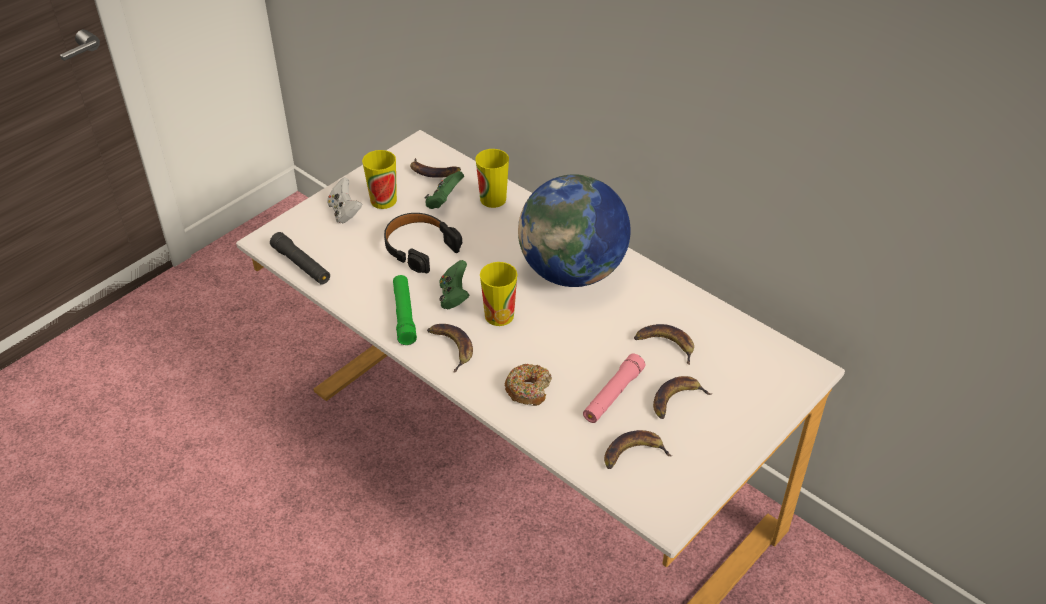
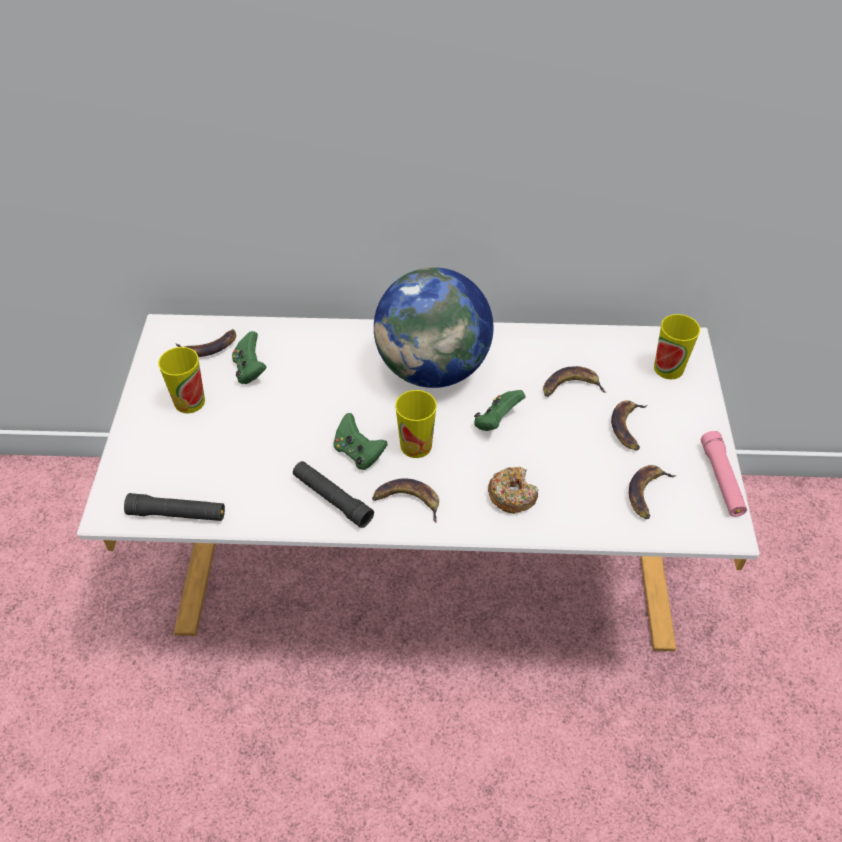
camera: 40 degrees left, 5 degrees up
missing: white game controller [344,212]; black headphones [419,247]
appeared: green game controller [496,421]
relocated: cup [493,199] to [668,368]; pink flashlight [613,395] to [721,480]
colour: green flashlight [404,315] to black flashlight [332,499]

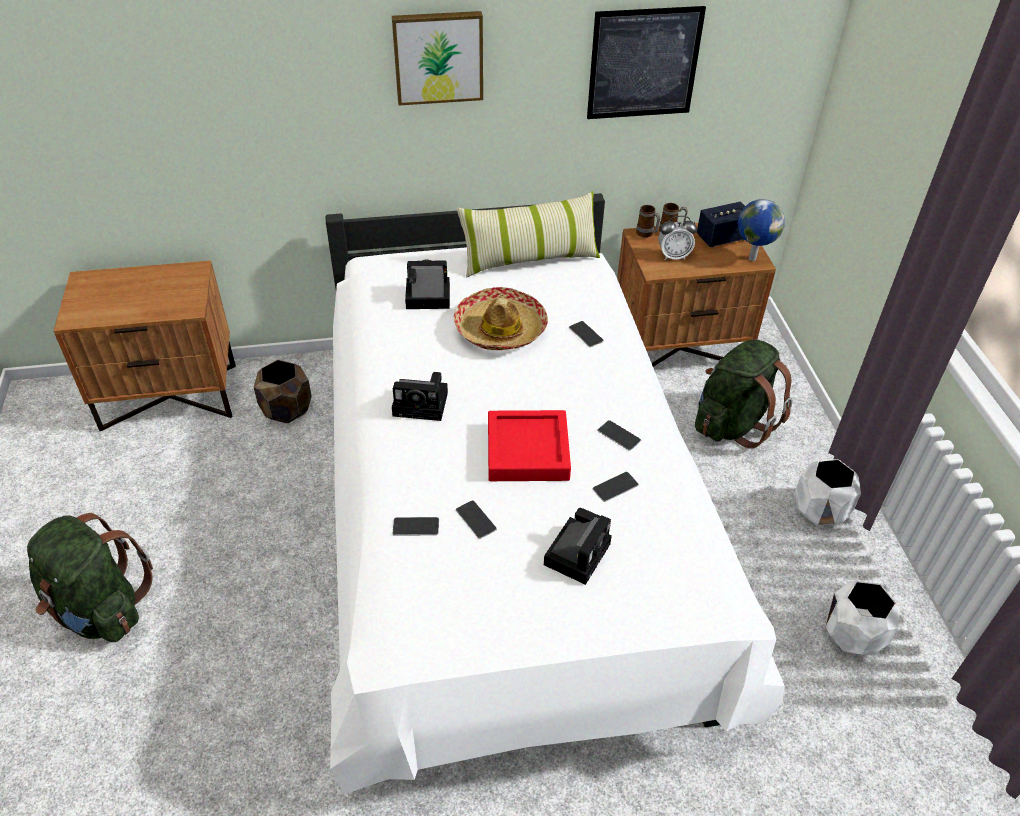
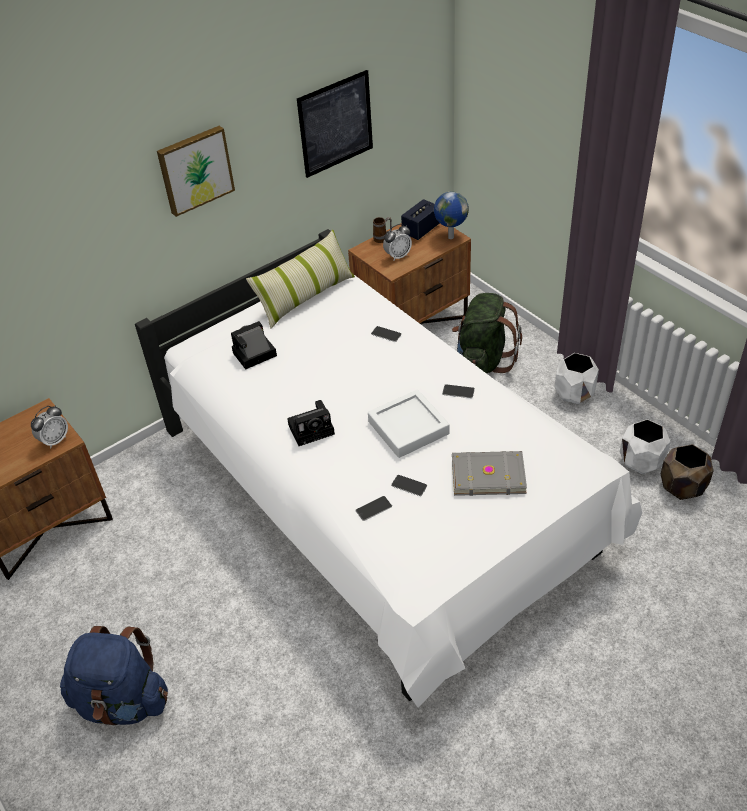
camera: 25 degrees left, 0 degrees up
missing: hat [500,329]; phone [615,487]; mug [647,235]
appeared: alarm clock [55,440]
relocated: brown planter [286,409] to [681,487]
exchanged: photo camera [578,552] to grey book [487,474]
colour: green backpack [100,609] to blue backpack [123,702]; red tray [527,451] to white tray [408,428]

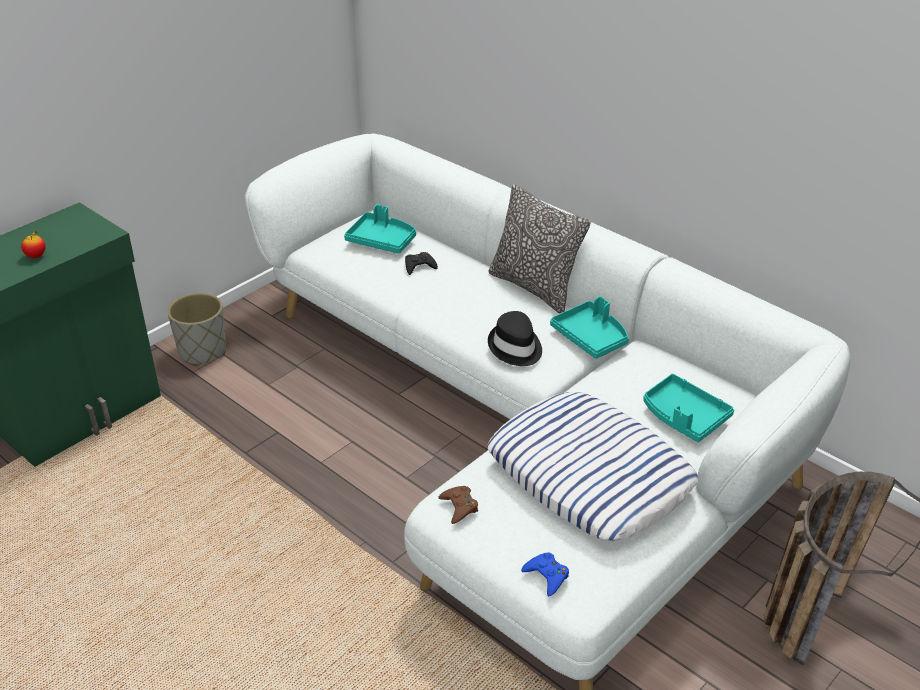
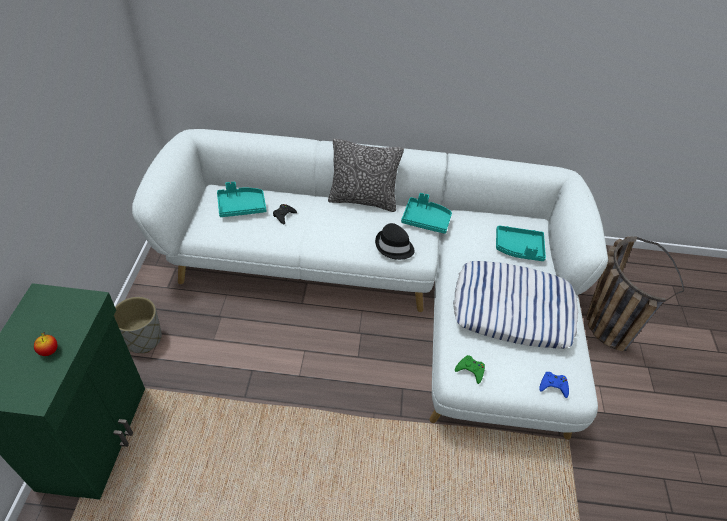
camera: 40 degrees left, 10 degrees up
colour: brown game controller [459,507] to green game controller [470,370]

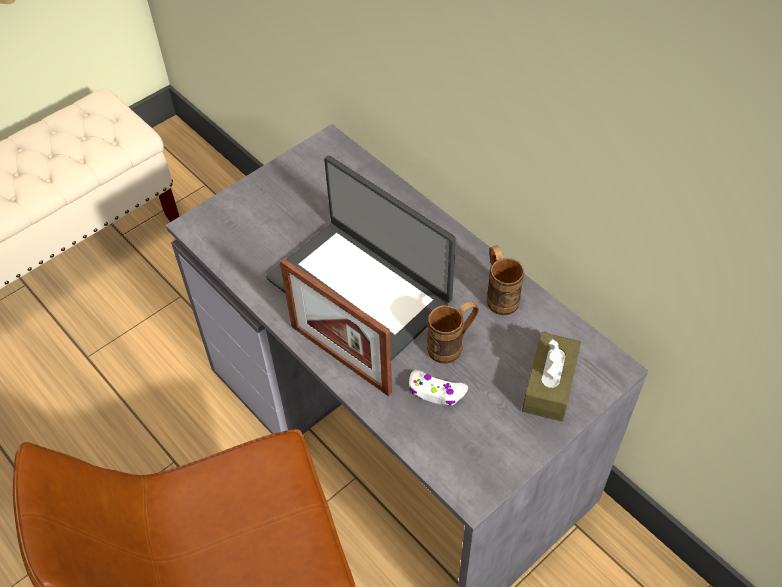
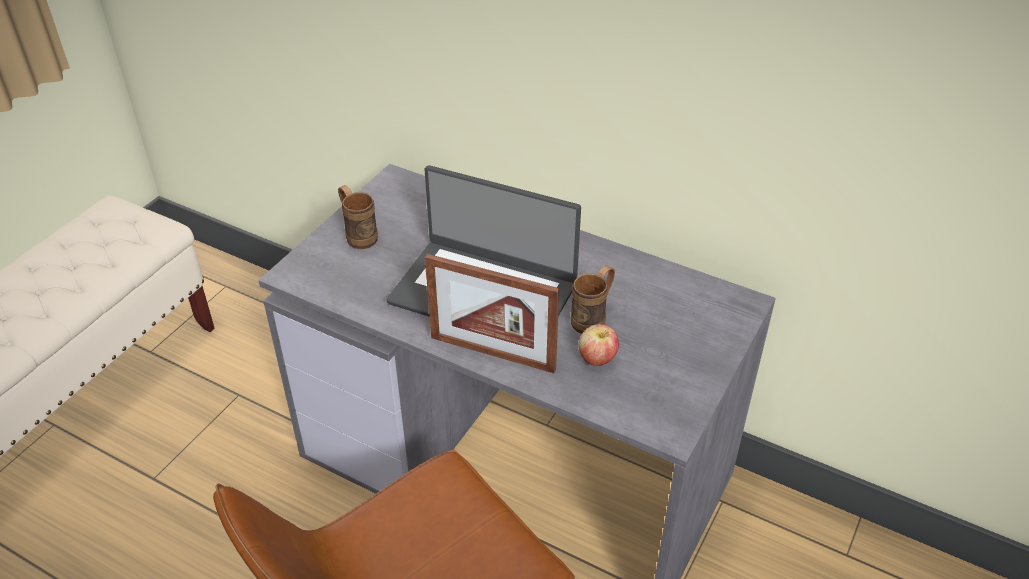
camera: 20 degrees left, 10 degrees down
missing: brown tissue box [549,385]
relocated: brown mug [499,295] to [358,235]
exchanged: white game controller [436,392] to apple [597,359]

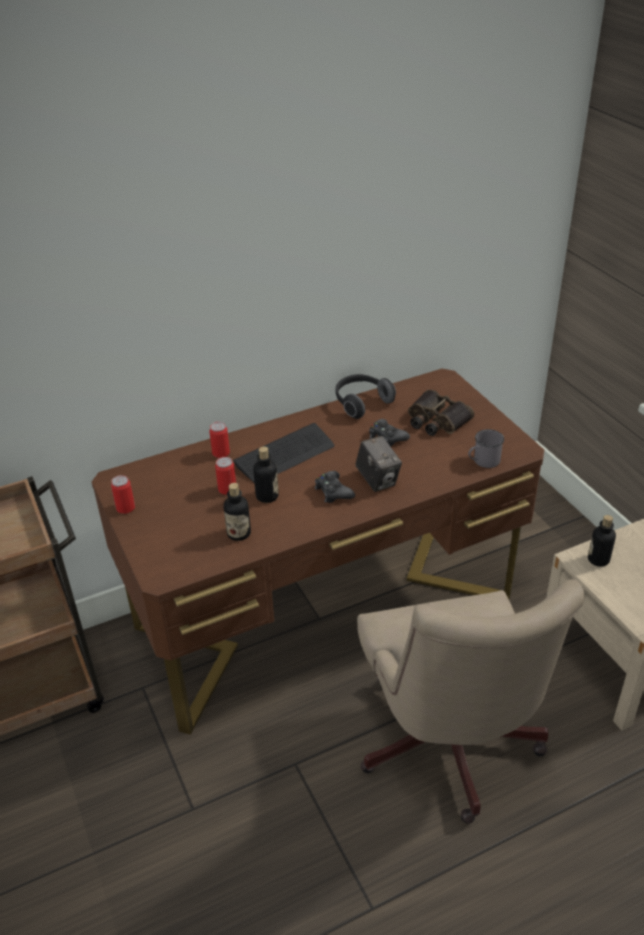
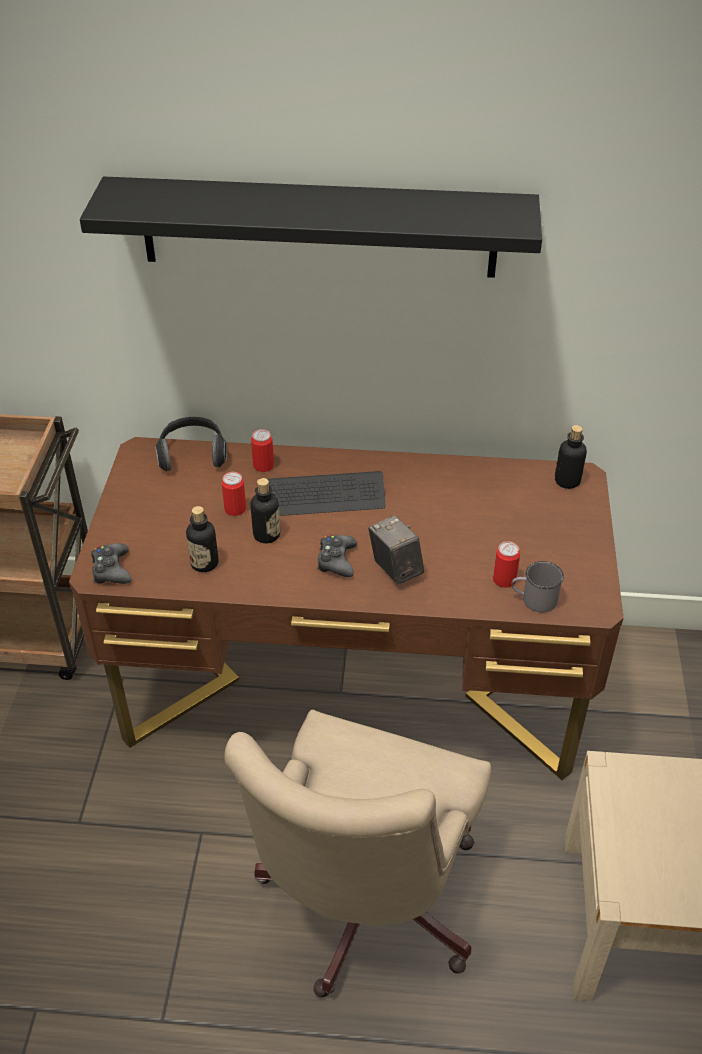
camera: 30 degrees right, 5 degrees up
missing: binoculars [436,420]
appeared: black shelf [318,227]
relocated: can [125,508] to [504,580]; headphones [361,403] to [192,454]; black game controller [387,437] to [111,570]; bottle [598,559] to [567,481]
spun: photo camera [377,480] = [395,568] 150 degrees clockwise

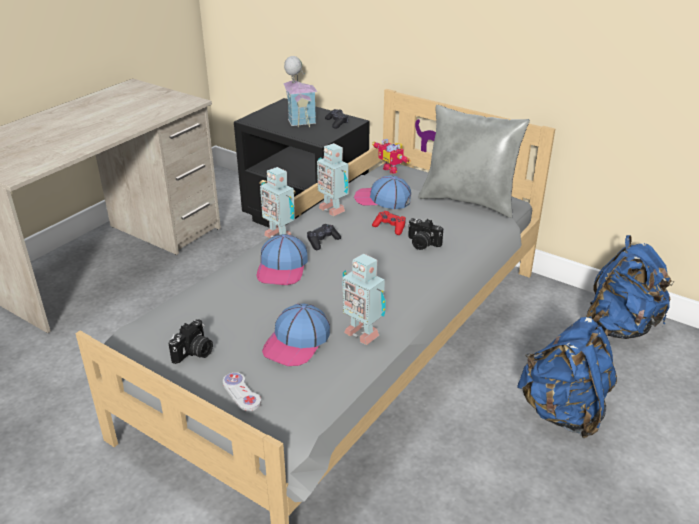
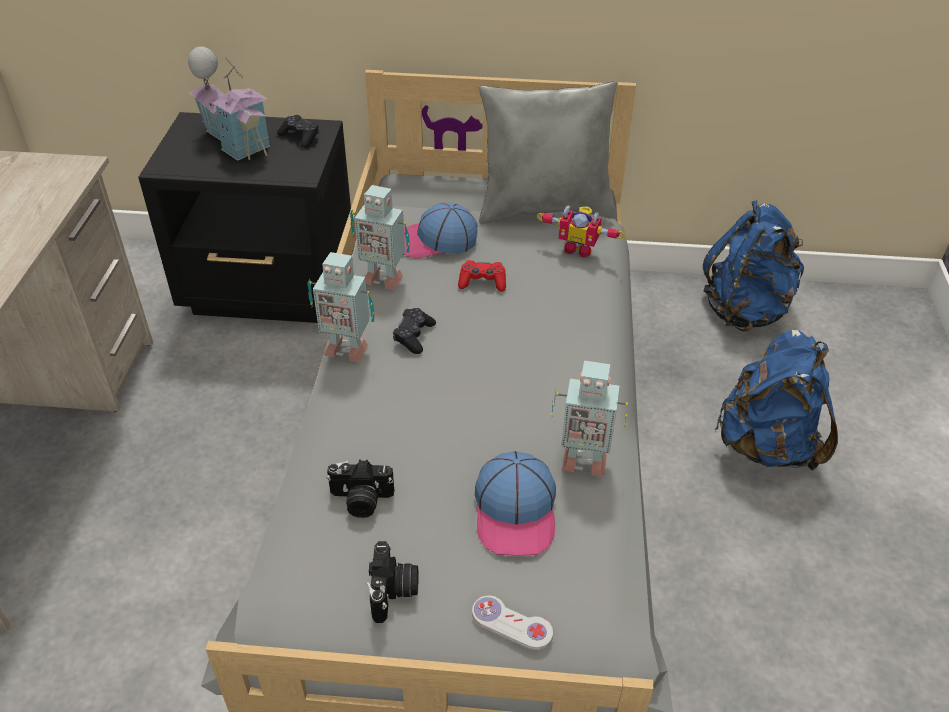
camera: 30 degrees left, 10 degrees up
missing: cap [282,268]
relocated: toy robot [392,169] to [579,248]; photo camera [422,244] to [361,500]

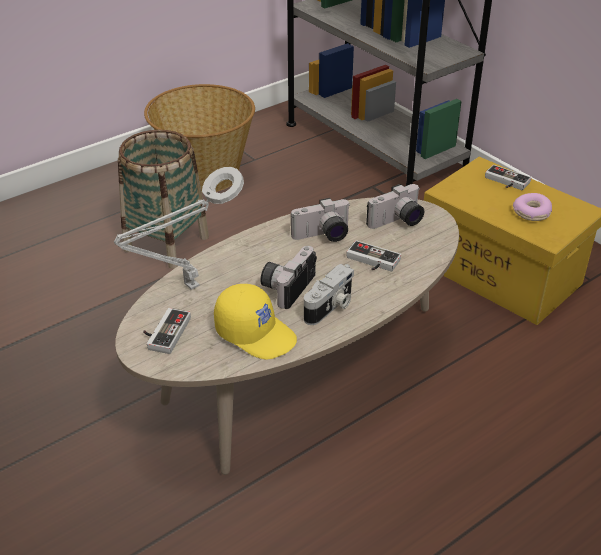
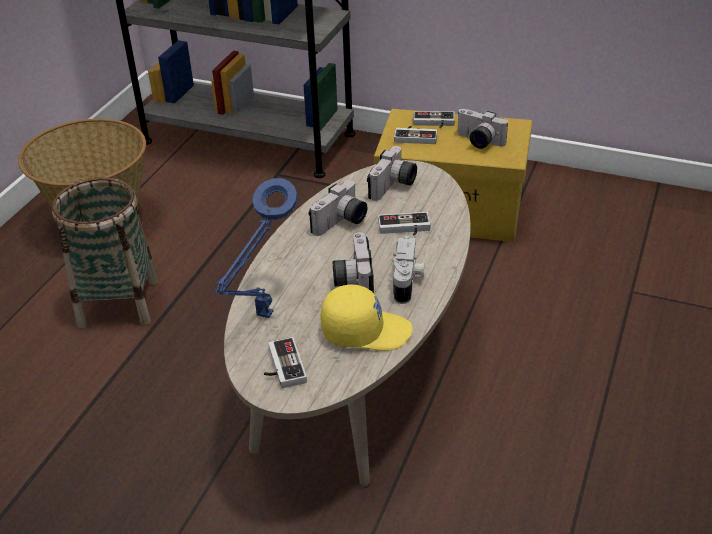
camera: 30 degrees left, 0 degrees up
appeared: game controller [416,136]
exchanged: donut [532,213] to photo camera [478,142]
colour: grey table lamp [188,288] to blue table lamp [263,318]

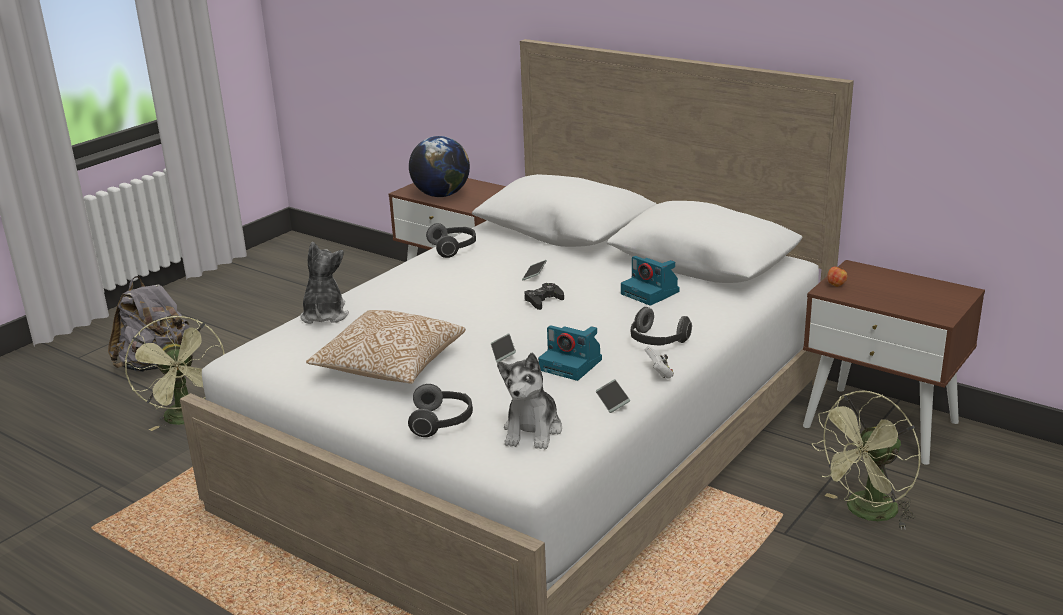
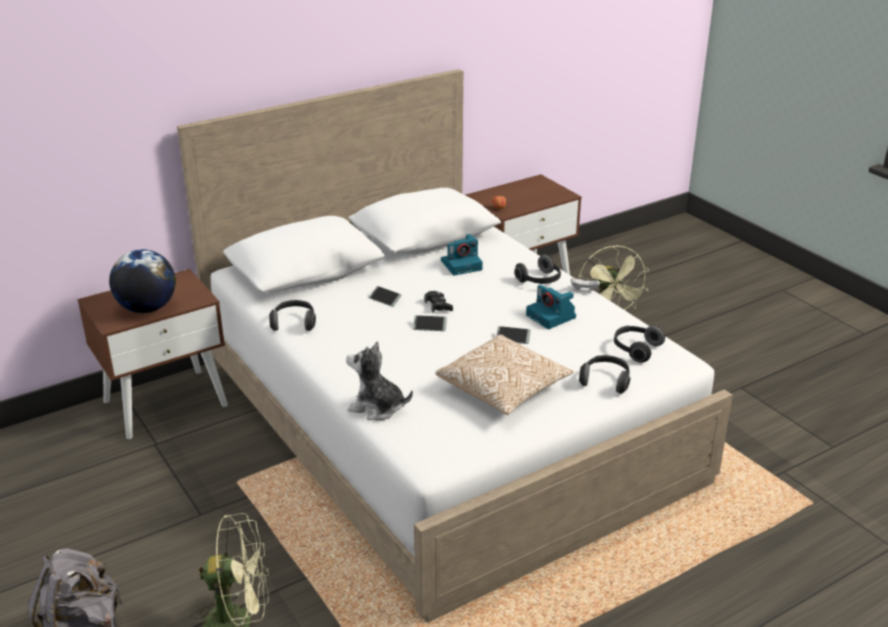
camera: 70 degrees left, 5 degrees up
relocated: phone [612,400] to [430,326]
exchanged: plush toy [533,430] to headphones [635,349]
spun: photo camera [572,365] = [552,317] 90 degrees clockwise

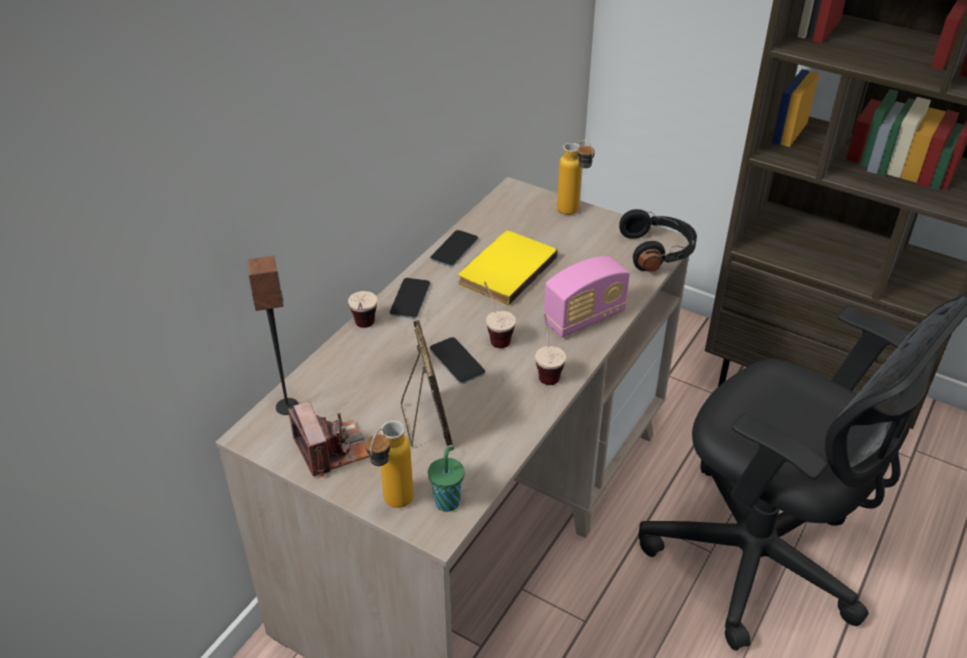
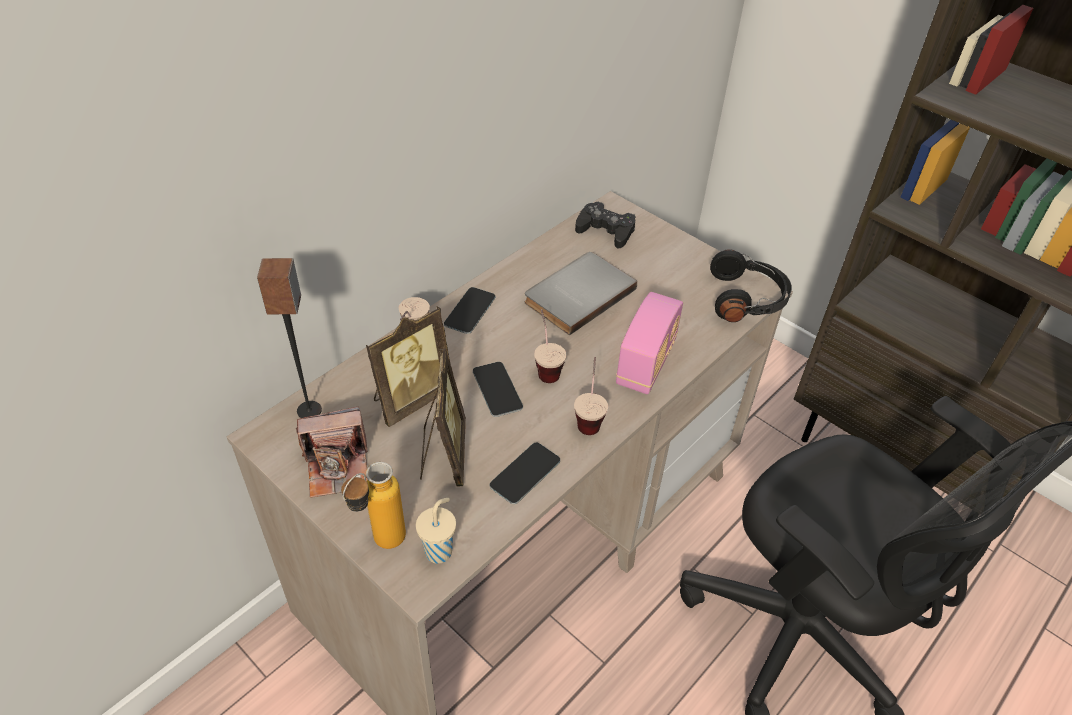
camera: 10 degrees right, 5 degrees up
missing: bottle [573,213]
appeared: picture frame [410,399]; black game controller [605,230]
relocated: phone [454,249] to [525,473]
colour: green cup [447,501] to beige cup [439,550]; yellow book [504,269] to grey book [577,294]
spun: photo camera [331,449] = [338,467] 90 degrees clockwise; radio [584,318] = [646,363] 45 degrees counterclockwise

